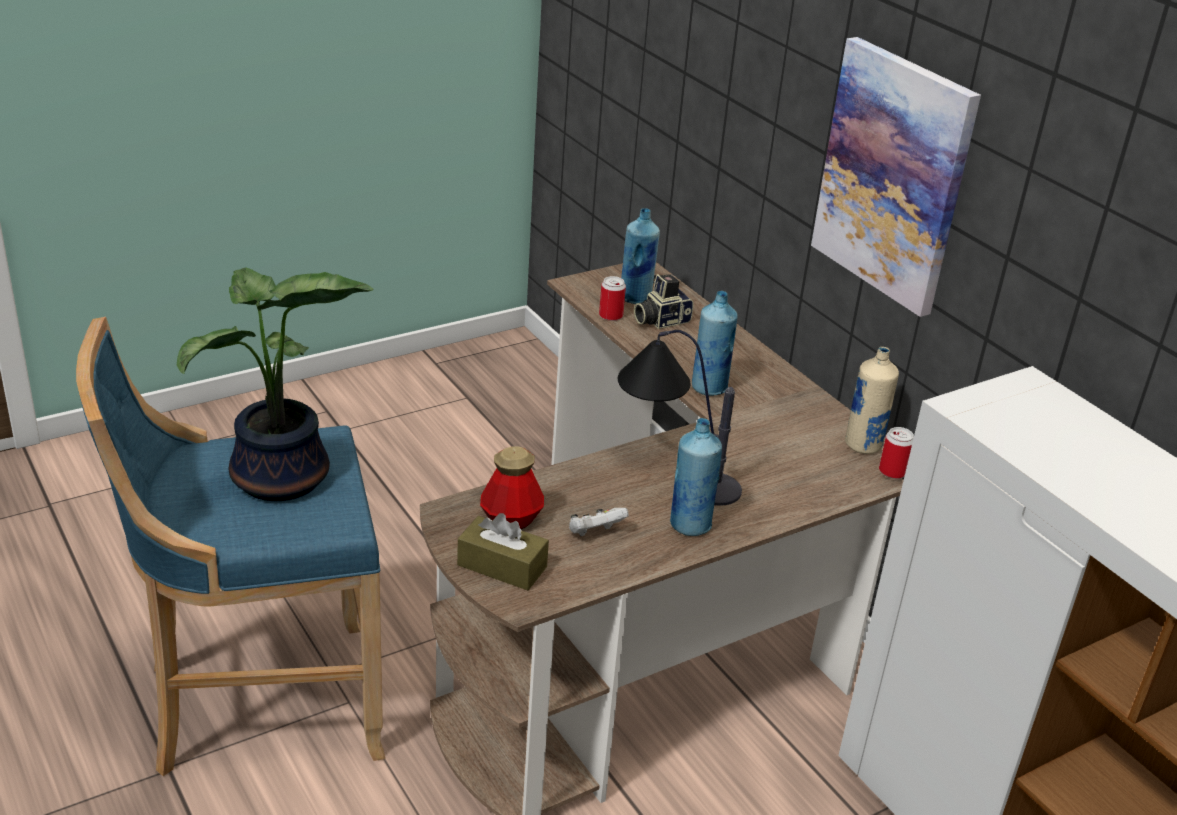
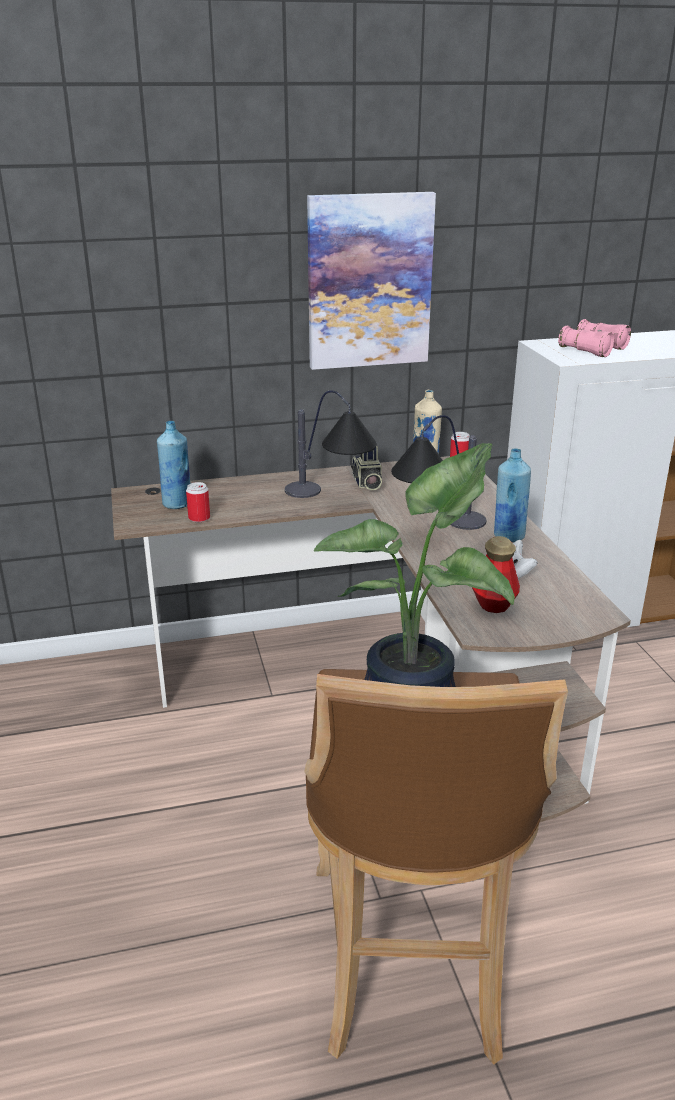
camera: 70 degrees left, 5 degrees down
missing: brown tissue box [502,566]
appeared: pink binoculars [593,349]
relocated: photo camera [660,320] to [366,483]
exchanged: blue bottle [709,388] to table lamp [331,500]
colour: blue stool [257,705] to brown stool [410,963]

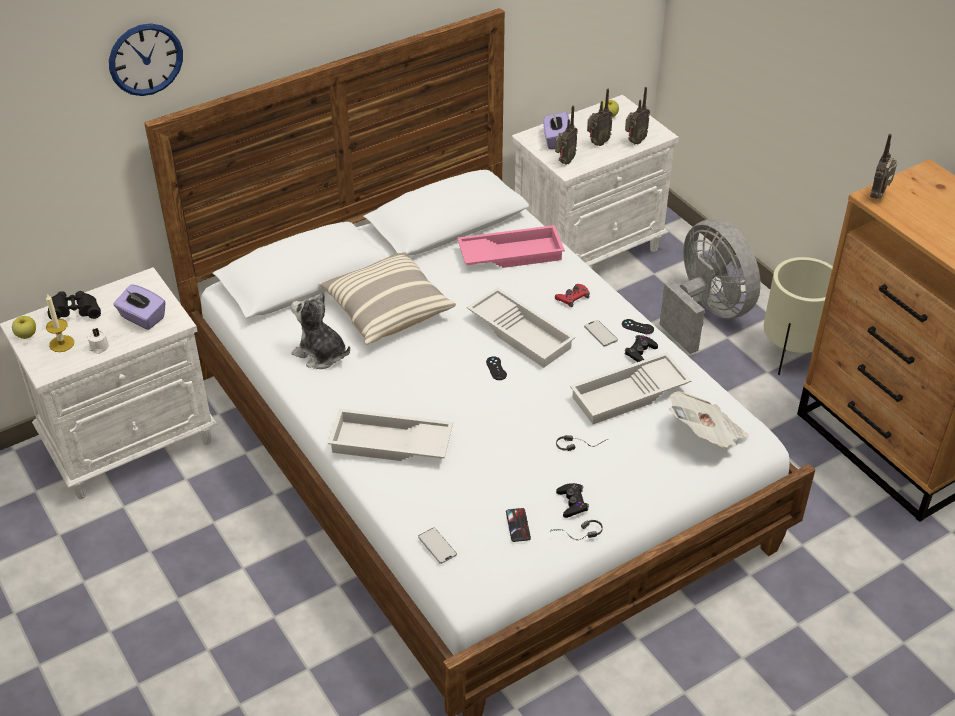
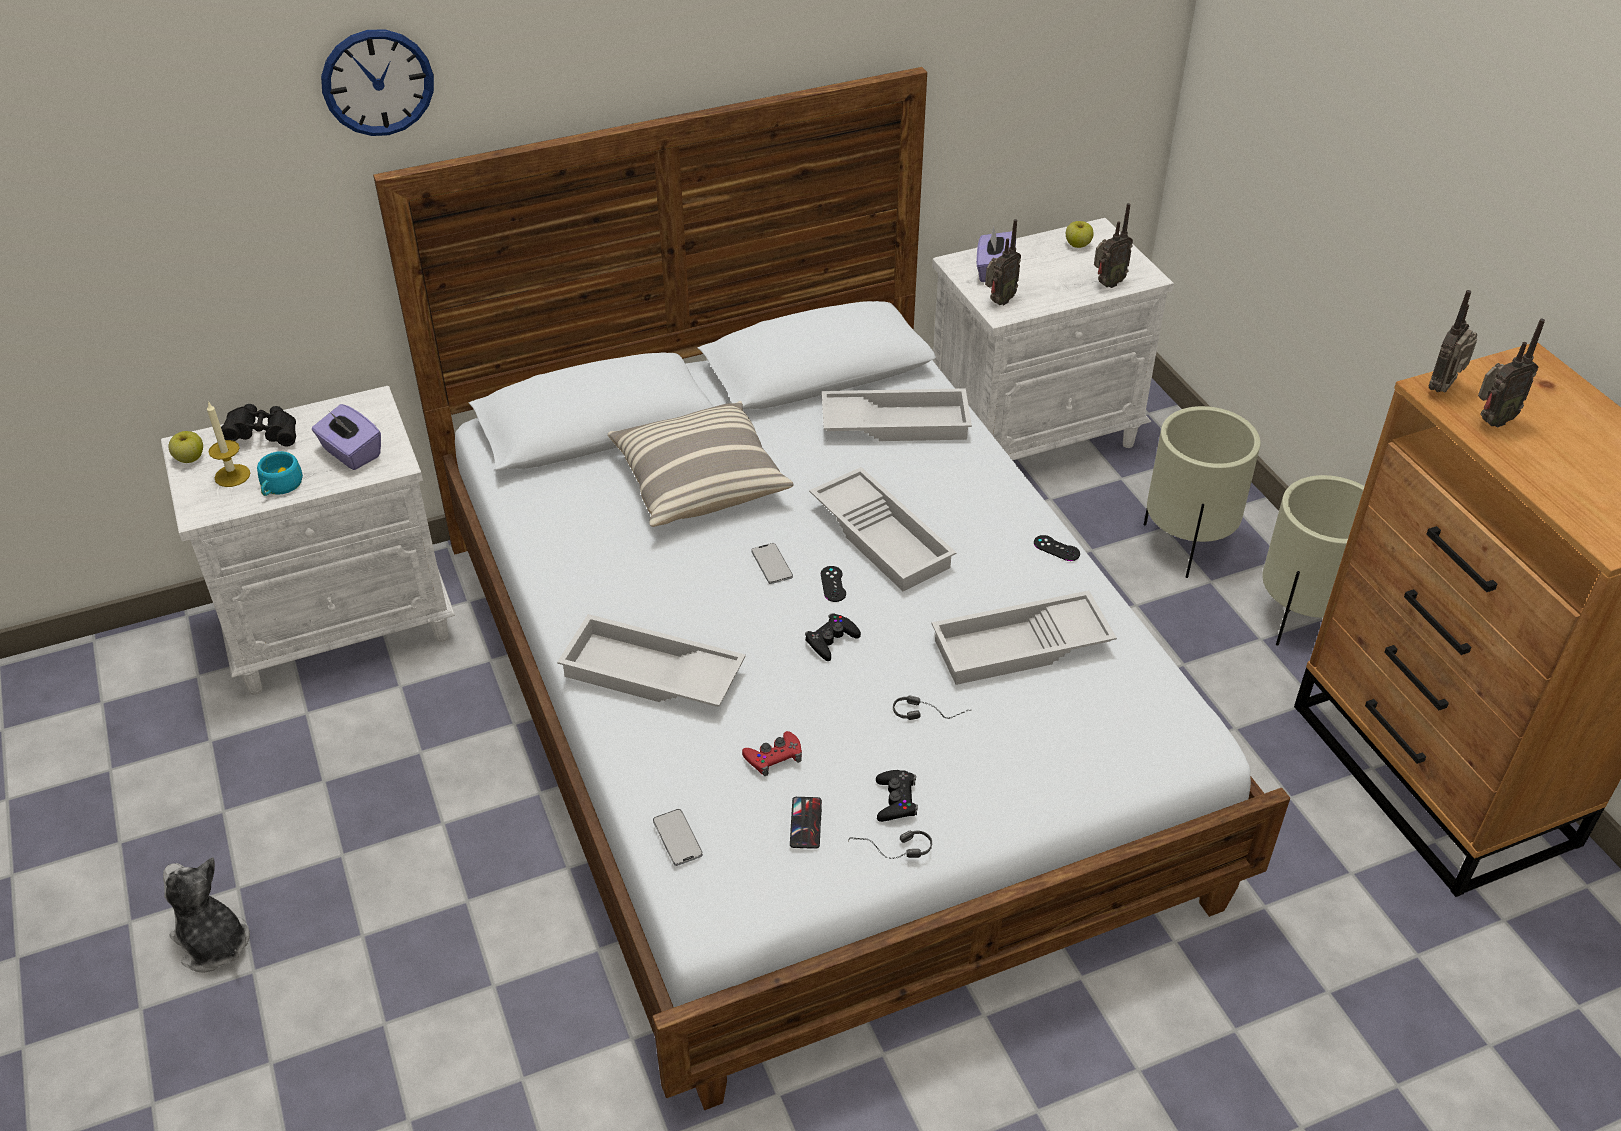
camera: 10 degrees right, 0 degrees up
missing: newspaper [706,435]
relocated: plush toy [321,354] to [213,943]; red game controller [572,298] to [773,757]; phone [600,334] to [772,564]; radio [597,143] to [1491,421]; black game controller [640,352] to [831,640]
exchanged: white candle [98,347] to turquoise cup [279,486]; grey fan [706,314] to beige planter [1186,544]
colour: pink tray [511,253] to white tray [896,422]

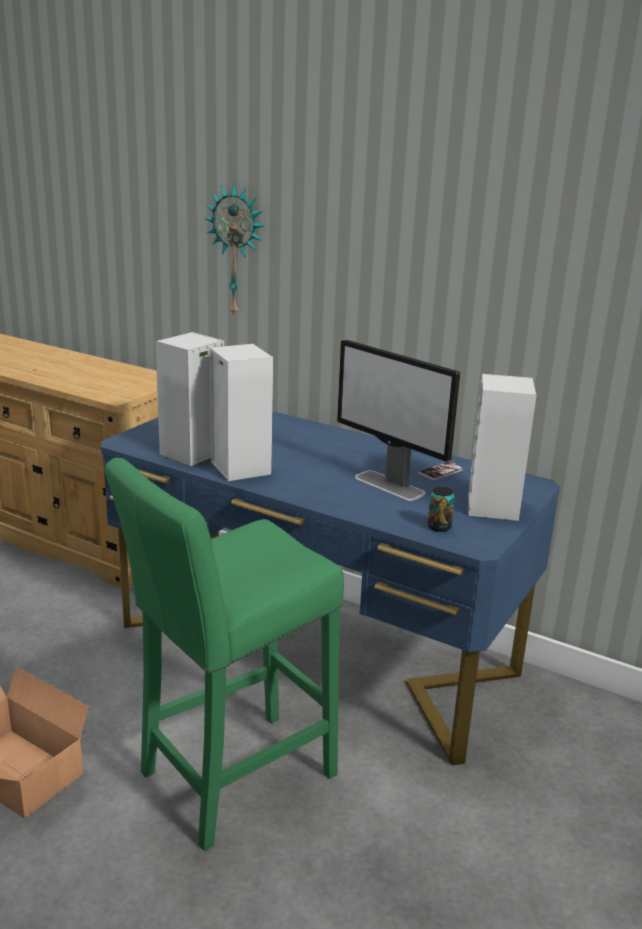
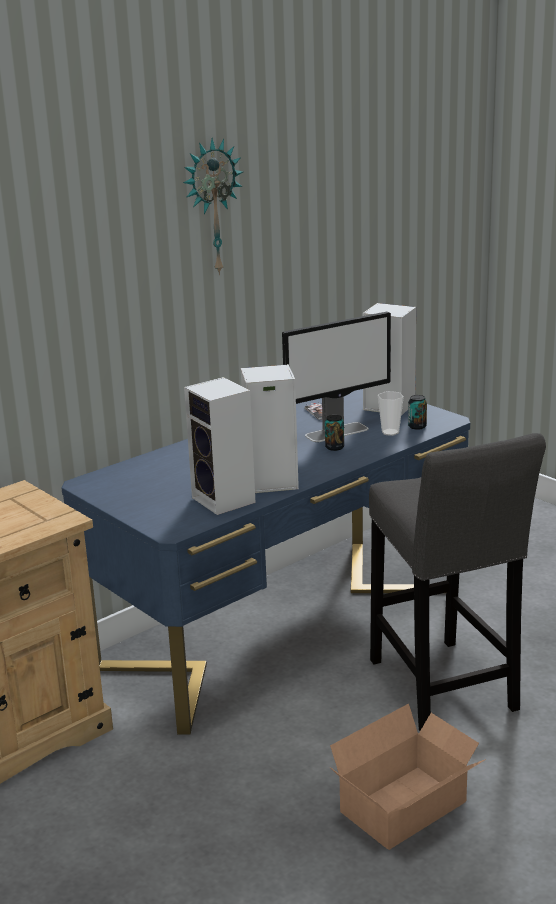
camera: 70 degrees left, 0 degrees up
appeared: can [334,447]; cup [390,432]
relocated: wall clock [237,251] to [211,207]
colour: green stool [230,779] to grey stool [444,690]

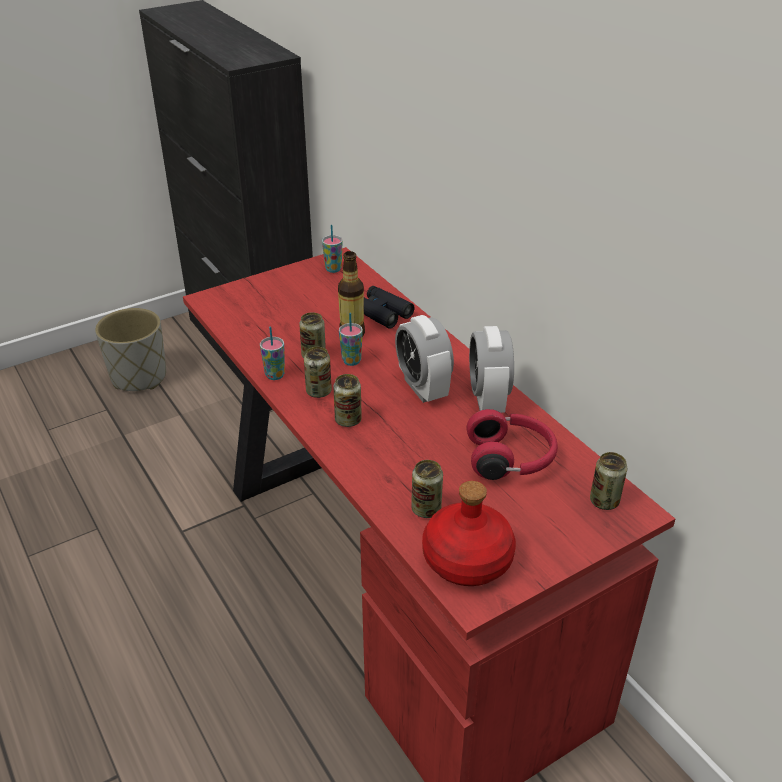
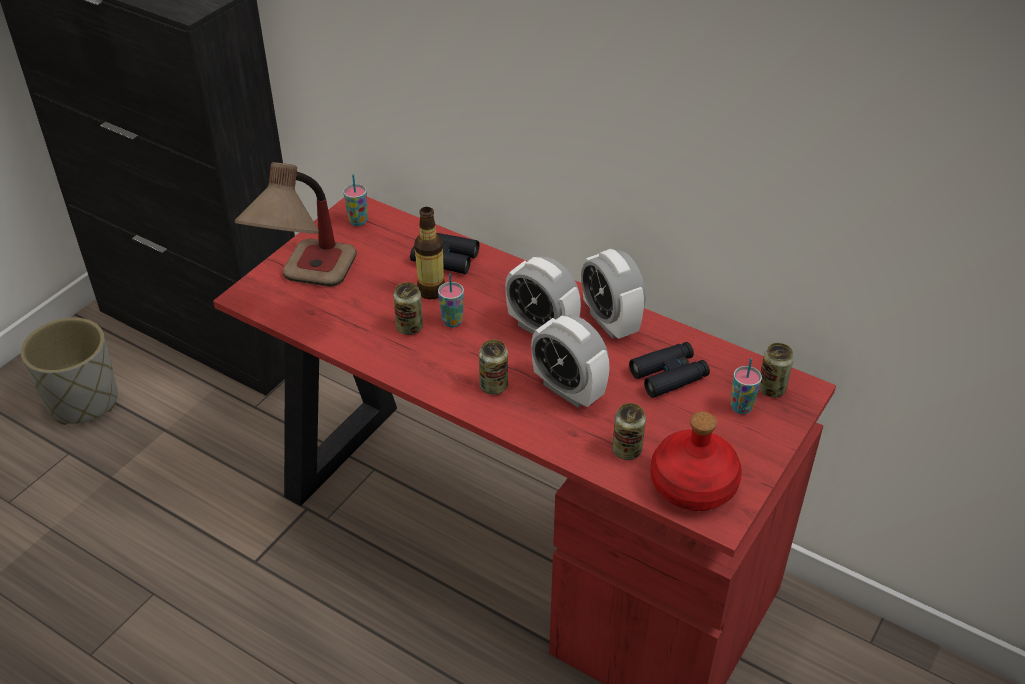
camera: 25 degrees left, 5 degrees up
missing: can [318,391]
appeared: table lamp [308,289]; alarm clock [568,390]
relocated: cup [275,375] to [741,407]
exchanged: red headphones [511,459] to black binoculars [669,375]

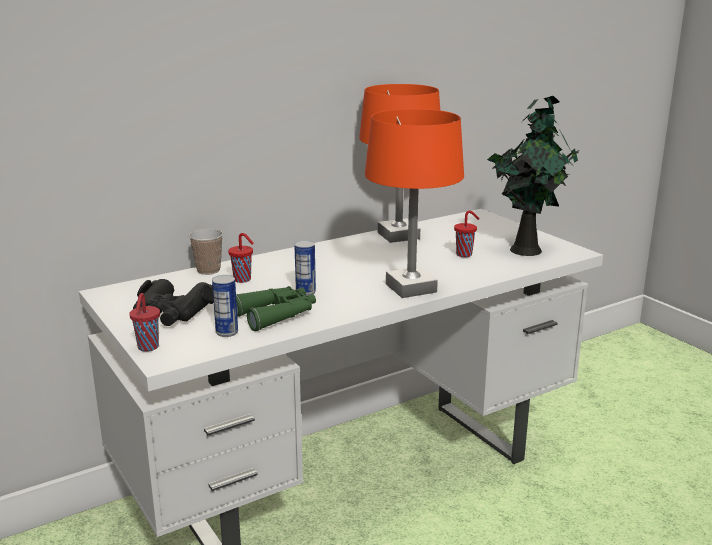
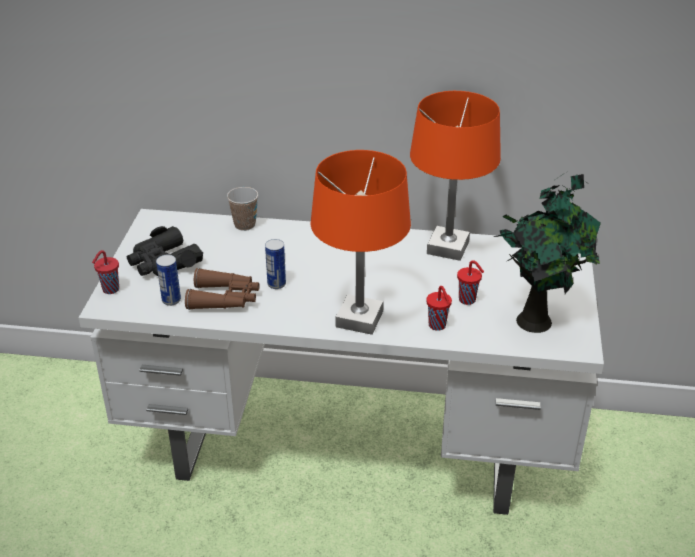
camera: 40 degrees right, 15 degrees up
relocated: red cup [243,280] to [438,326]
colour: green binoculars [276,315] to brown binoculars [225,298]

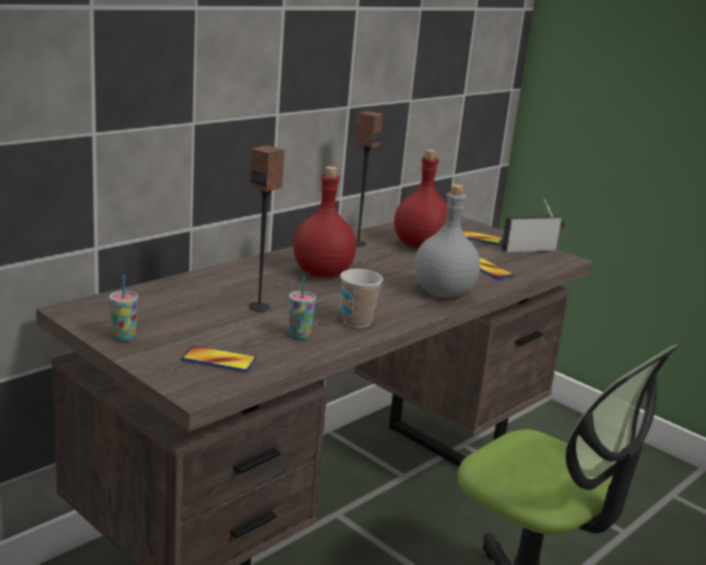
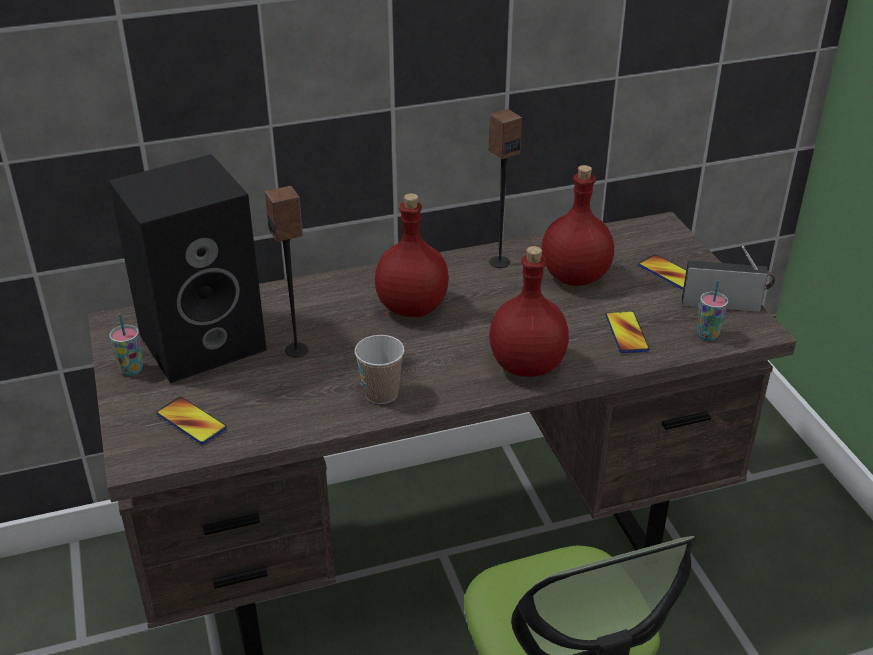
camera: 30 degrees right, 15 degrees up
appeared: black speaker [204,340]
relocated: cup [299,335] to [707,335]
colour: grey bottle [443,292] to red bottle [527,364]

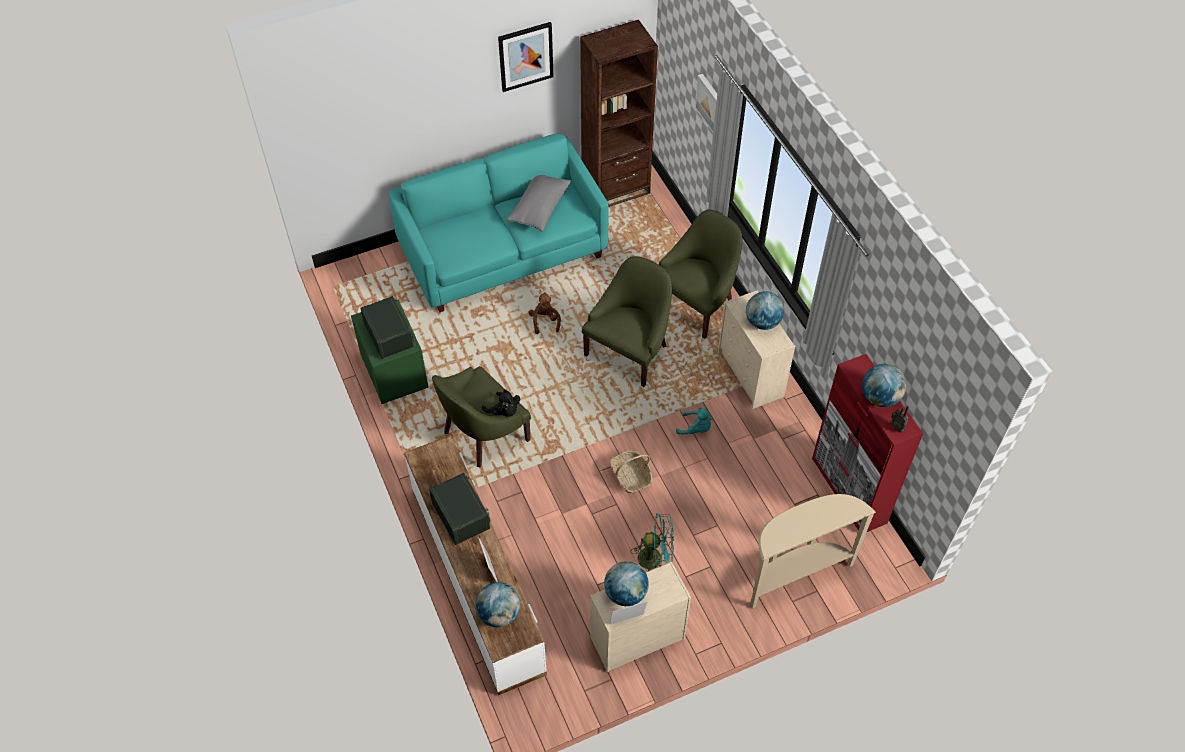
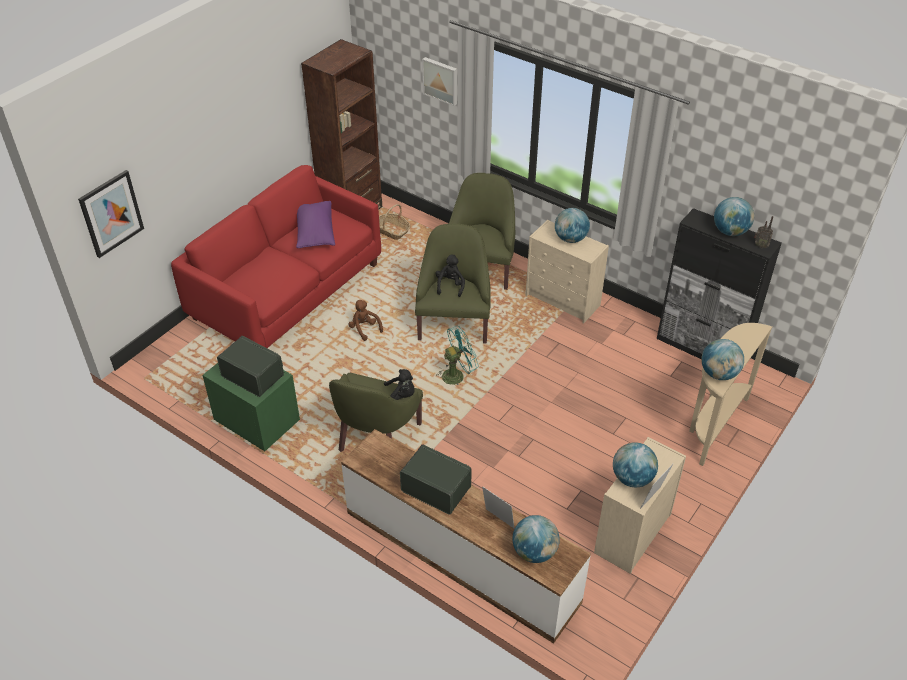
camera: 30 degrees left, 10 degrees down
missing: turquoise plush toy [696,428]
appeared: black plush toy [450,286]; globe [718,374]
relocated: picture [525,56] to [111,213]; basket [631,476] to [392,231]; turquoise fan [655,557] to [457,375]
colour: turquoise sofa [503,250] to red sofa [287,291]; grey pillow [539,208] to purple pillow [315,232]; red cabinet [849,491] to black cabinet [701,349]

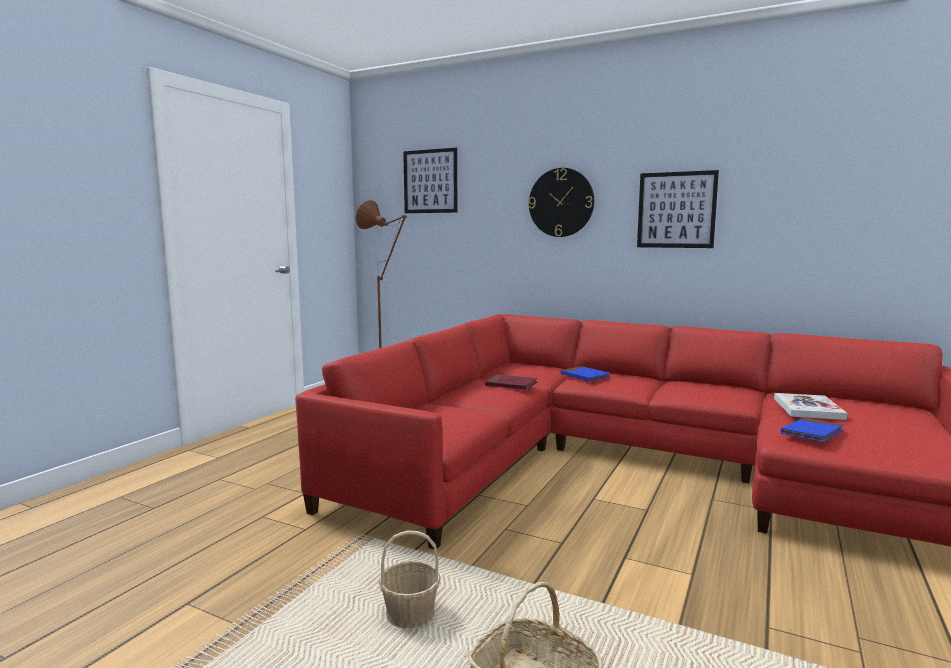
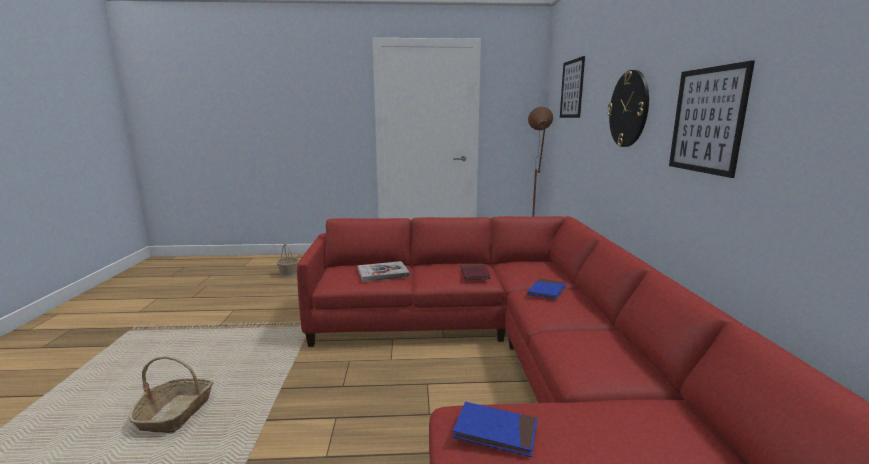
camera: 60 degrees right, 5 degrees up
relocated: basket [410,613] to [289,274]; book [808,408] to [383,273]

